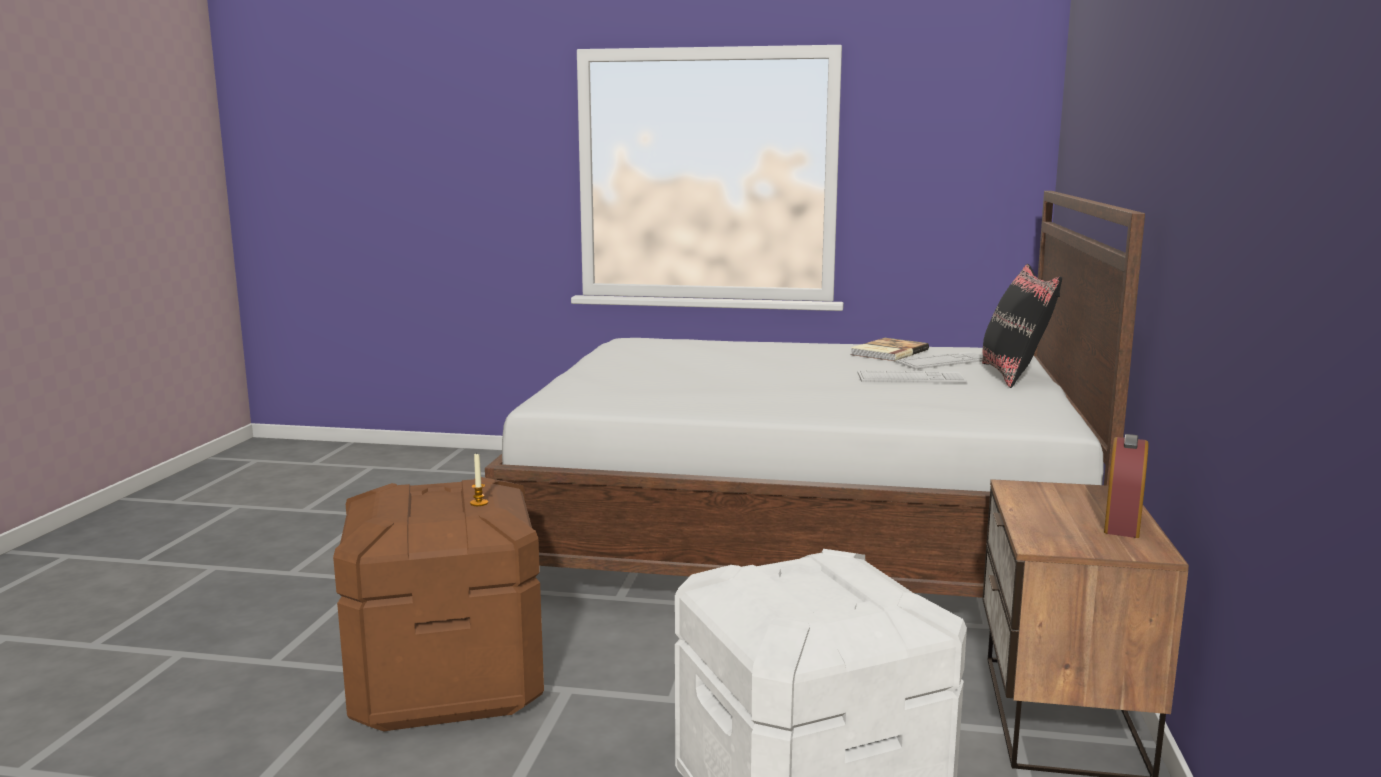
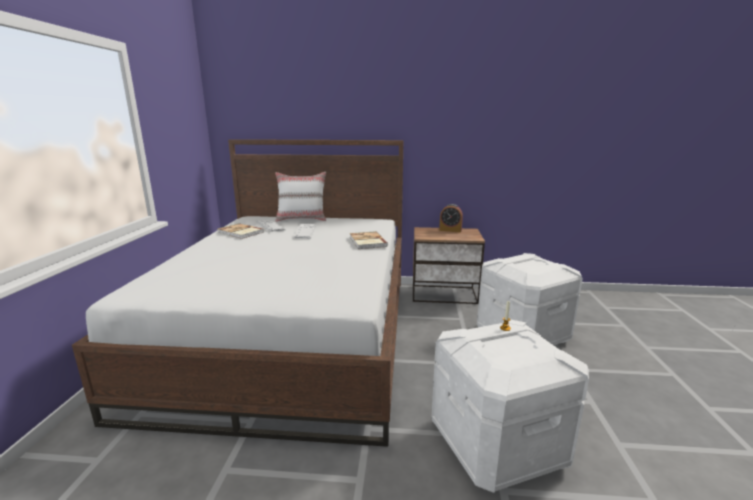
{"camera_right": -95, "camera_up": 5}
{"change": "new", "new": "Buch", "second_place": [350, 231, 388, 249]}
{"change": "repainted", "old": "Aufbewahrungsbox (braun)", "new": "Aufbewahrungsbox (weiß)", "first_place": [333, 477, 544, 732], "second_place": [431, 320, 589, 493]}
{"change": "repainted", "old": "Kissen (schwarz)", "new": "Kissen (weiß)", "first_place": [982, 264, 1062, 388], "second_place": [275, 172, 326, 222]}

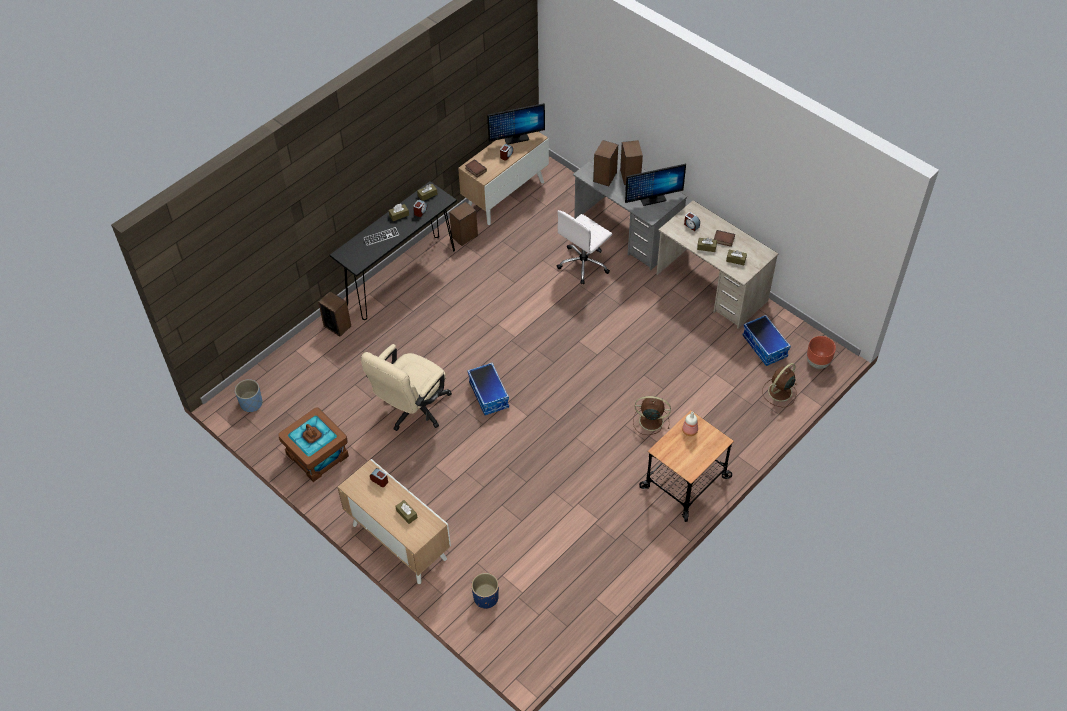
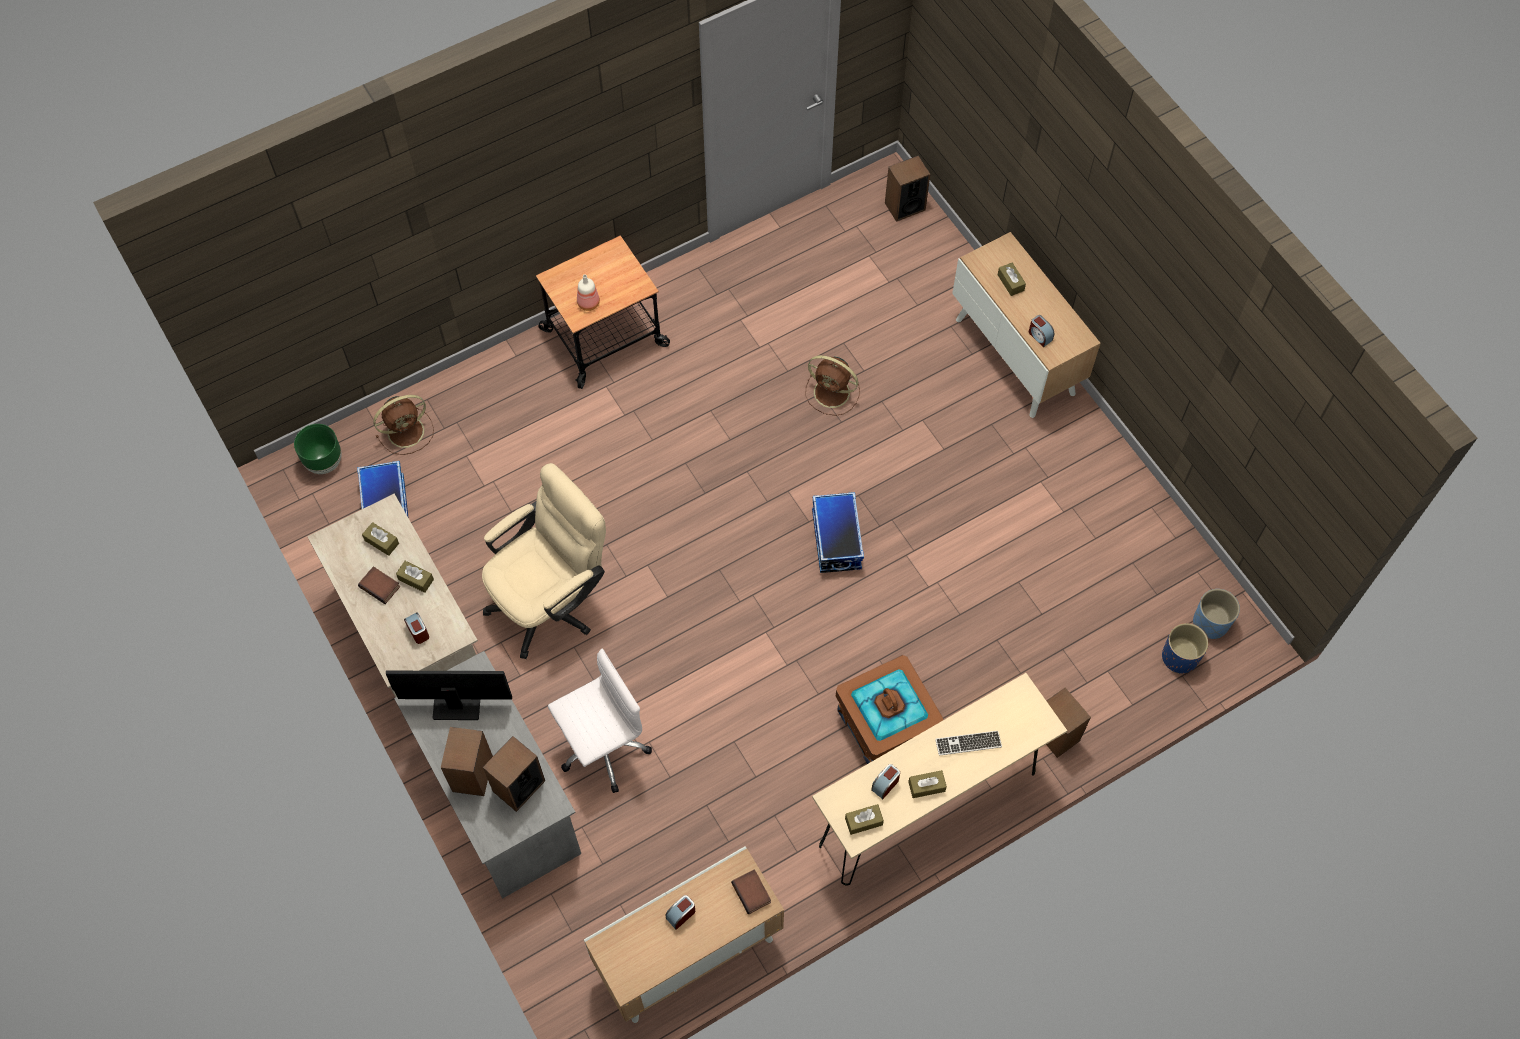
{"camera_right": -165, "camera_up": 10}
{"change": "gone", "old": "Monitor", "first_place": [487, 103, 545, 145]}
{"change": "shifted", "old": "Aufbewahrungsbox (braun)", "first_place": [278, 408, 349, 482], "second_place": [836, 655, 943, 764]}
{"change": "shifted", "old": "Bürostuhl (beige)", "first_place": [361, 344, 452, 431], "second_place": [482, 463, 606, 659]}
{"change": "shifted", "old": "Lautsprecher", "first_place": [449, 202, 478, 246], "second_place": [885, 155, 930, 222]}
{"change": "shifted", "old": "Pflanzkübel (blau)", "first_place": [471, 573, 499, 609], "second_place": [1162, 623, 1209, 674]}
{"change": "shifted", "old": "Ventilator (braun)", "first_place": [633, 396, 671, 435], "second_place": [805, 356, 860, 416]}
{"change": "repainted", "old": "Konsolentisch (schwarz)", "new": "Konsolentisch (beige)", "first_place": [330, 181, 457, 320], "second_place": [812, 673, 1067, 886]}
{"change": "repainted", "old": "Pflanzkübel (braun)", "new": "Pflanzkübel (grün)", "first_place": [807, 336, 836, 369], "second_place": [294, 424, 341, 474]}

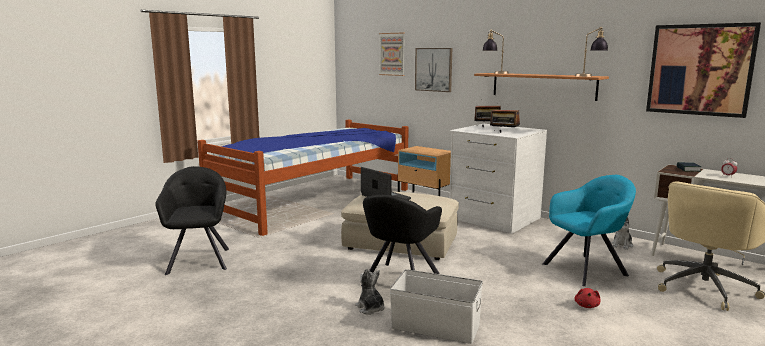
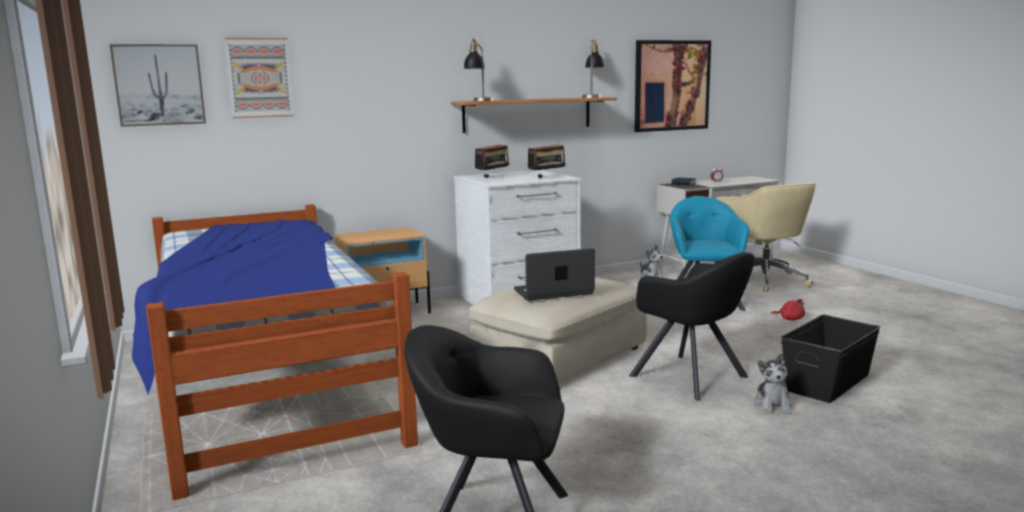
{"camera_right": -65, "camera_up": 0}
{"change": "shifted", "old": "Bild", "first_place": [415, 48, 452, 92], "second_place": [110, 44, 206, 127]}
{"change": "repainted", "old": "Aufbewahrungsbox (weiß)", "new": "Aufbewahrungsbox (schwarz)", "first_place": [390, 269, 483, 344], "second_place": [781, 315, 880, 403]}
{"change": "rotated", "old": "Plüschtier", "first_place": [355, 268, 385, 315], "second_place": [754, 354, 791, 414], "degrees": -75}

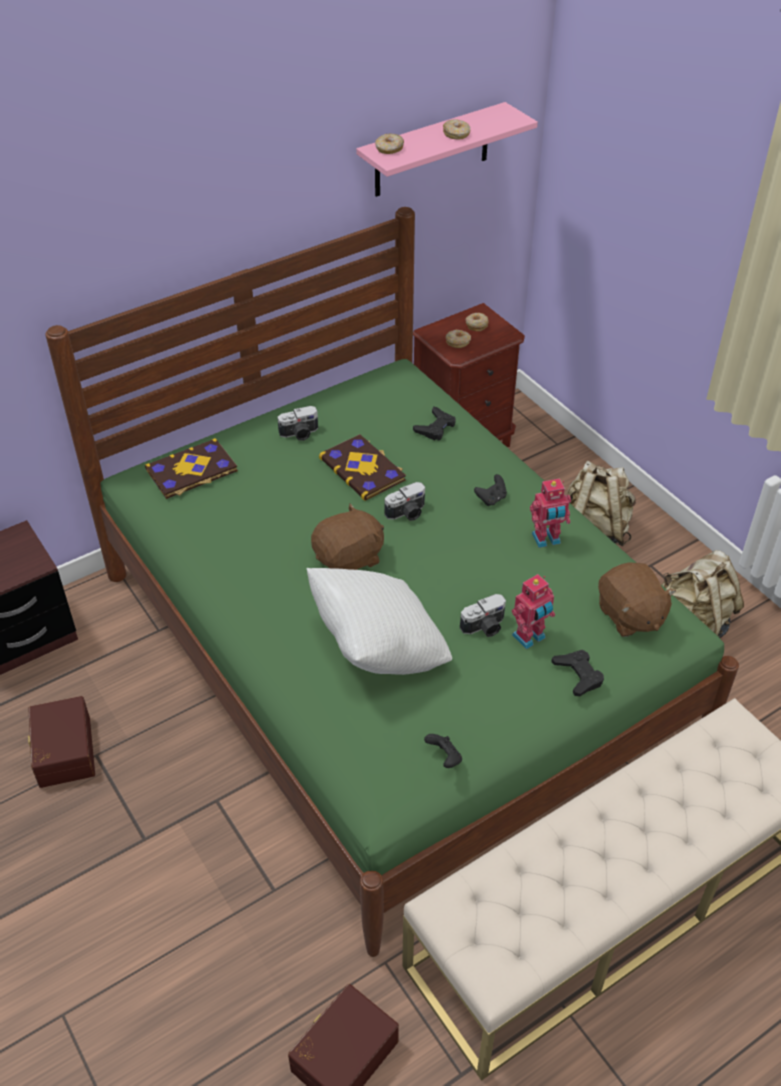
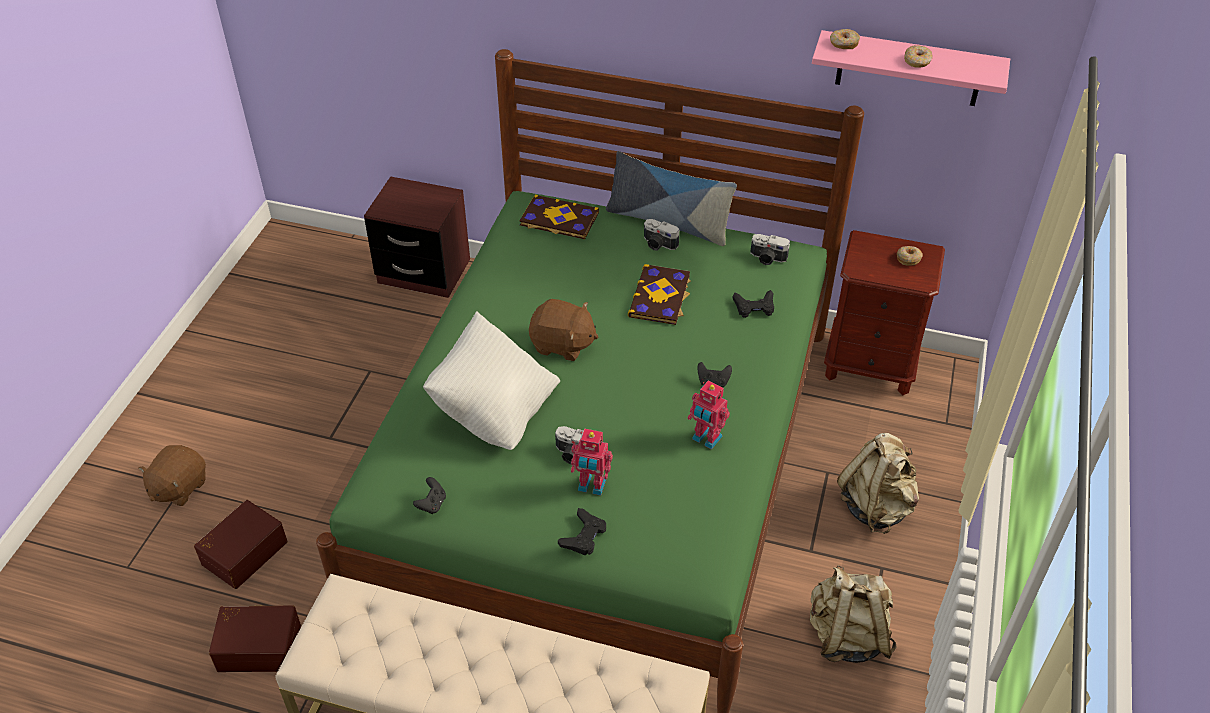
{"camera_right": 50, "camera_up": 0}
{"change": "gone", "old": "Donut", "first_place": [446, 330, 471, 348]}
{"change": "new", "new": "Kissen", "second_place": [606, 151, 737, 246]}
{"change": "shifted", "old": "Aufbewahrungsbox (braun)", "first_place": [28, 696, 95, 788], "second_place": [194, 500, 288, 589]}
{"change": "shifted", "old": "Kamera", "first_place": [384, 482, 425, 521], "second_place": [750, 234, 790, 265]}
{"change": "shifted", "old": "Plüschtier (braun)", "first_place": [598, 563, 676, 637], "second_place": [138, 445, 206, 506]}

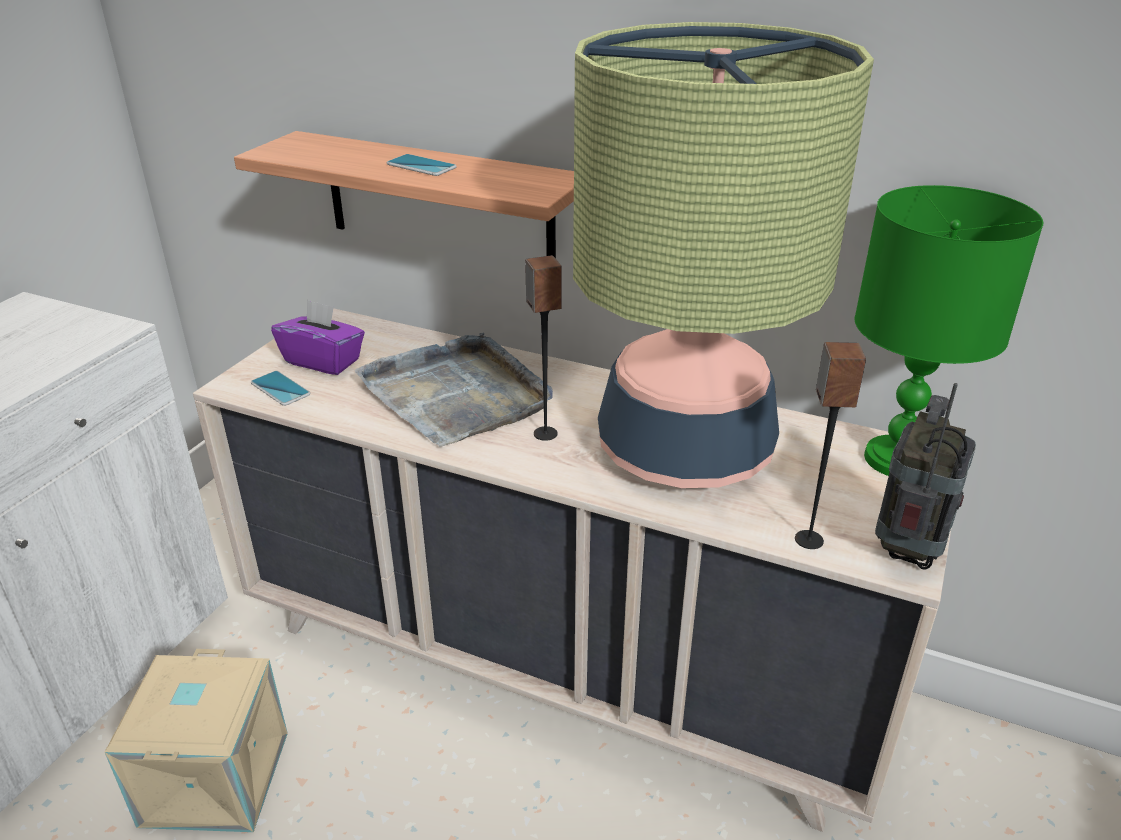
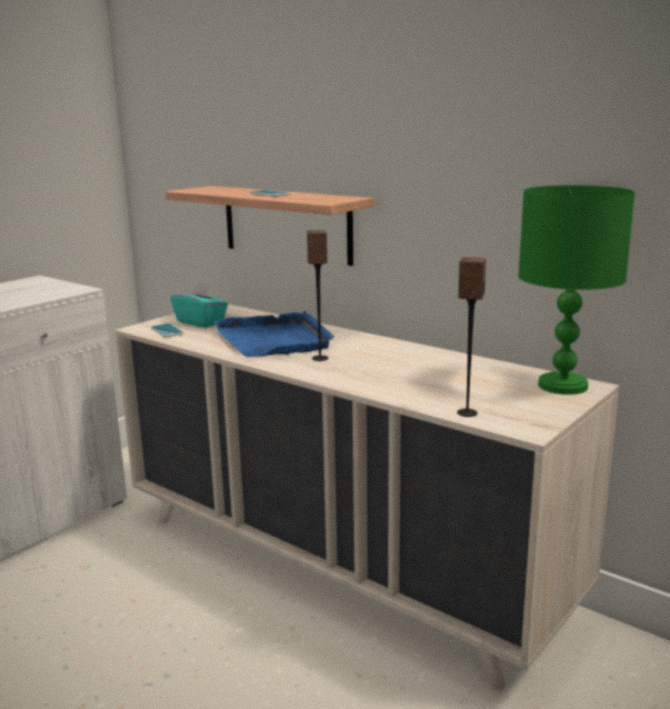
{"camera_right": 15, "camera_up": -15}
{"change": "gone", "old": "Aufbewahrungsbox (beige)", "first_place": [105, 649, 288, 832]}
{"change": "gone", "old": "Tischlampe", "first_place": [573, 22, 874, 488]}
{"change": "gone", "old": "Radio", "first_place": [875, 383, 976, 570]}
{"change": "repainted", "old": "Taschentuchbox (lila)", "new": "Taschentuchbox (türkis)", "first_place": [271, 299, 365, 375], "second_place": [170, 281, 228, 328]}
{"change": "repainted", "old": "Tablett (grau)", "new": "Tablett (blau)", "first_place": [355, 333, 553, 446], "second_place": [214, 311, 334, 357]}

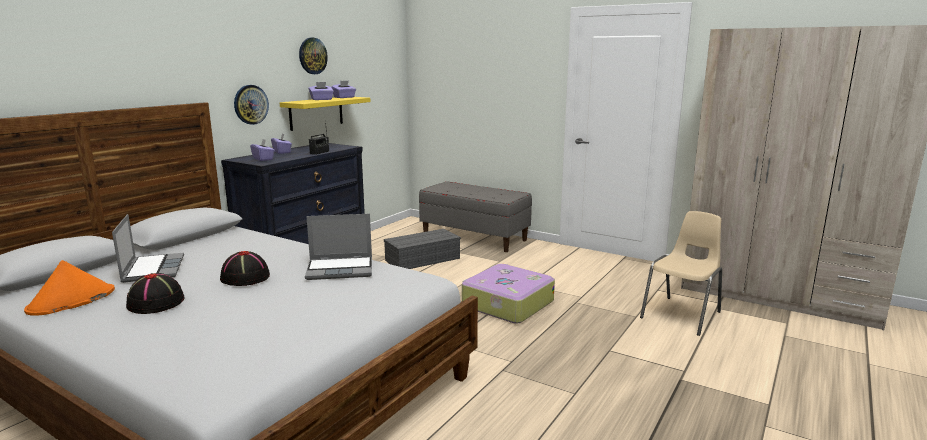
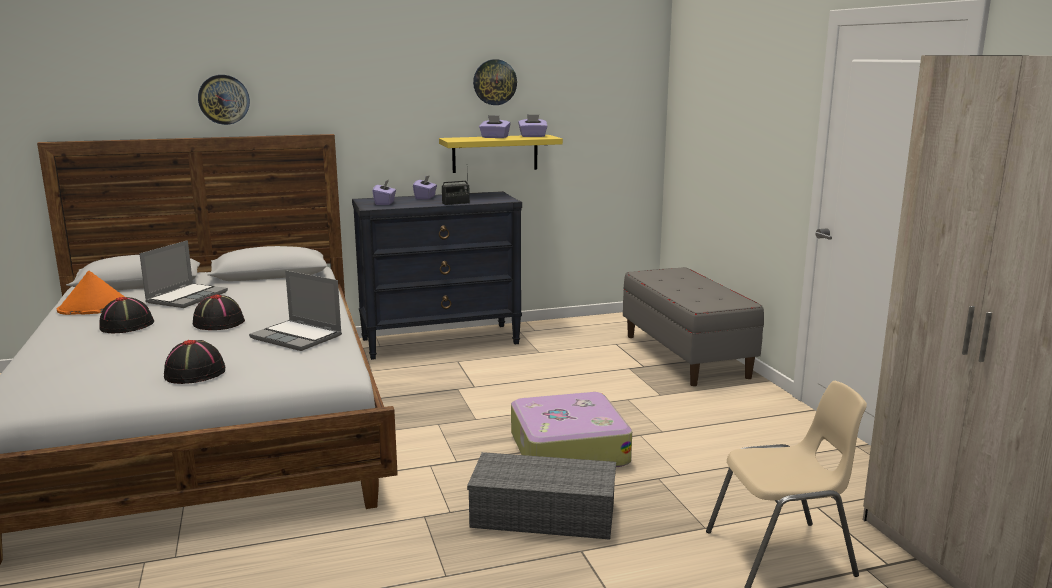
{"camera_right": 40, "camera_up": 0}
{"change": "new", "new": "Hut (schwarz)", "second_place": [164, 340, 225, 384]}
{"change": "shifted", "old": "Wanduhr", "first_place": [234, 85, 269, 125], "second_place": [198, 75, 250, 125]}
{"change": "shifted", "old": "Aufbewahrungsbox (grau)", "first_place": [384, 229, 461, 269], "second_place": [467, 452, 616, 540]}

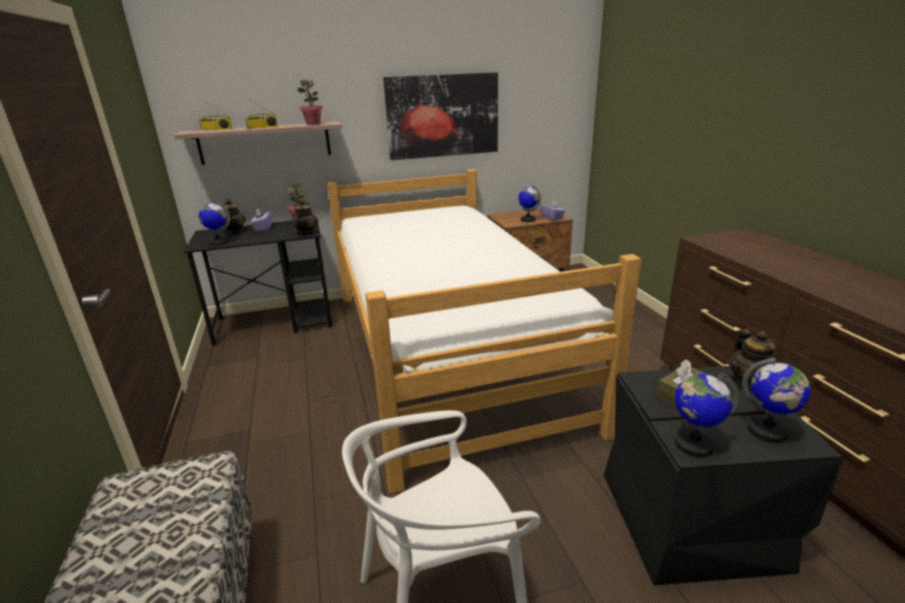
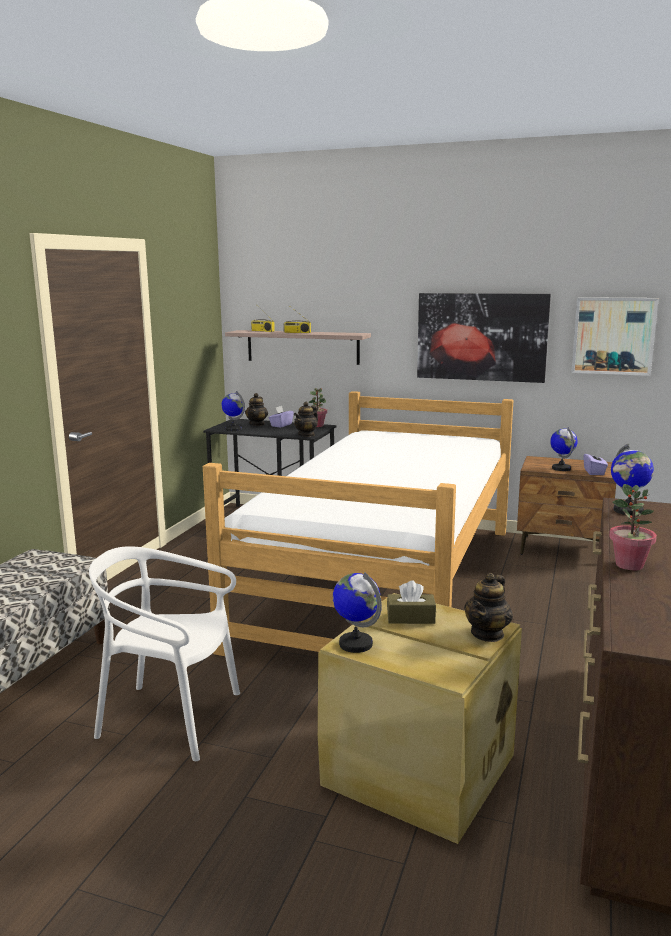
{"camera_right": 35, "camera_up": -10}
{"change": "new", "new": "Bild", "second_place": [571, 297, 659, 376]}
{"change": "shifted", "old": "Topfpflanze", "first_place": [297, 80, 323, 125], "second_place": [609, 484, 657, 570]}
{"change": "shifted", "old": "Globus", "first_place": [742, 357, 811, 443], "second_place": [611, 443, 654, 516]}
{"change": "repainted", "old": "Aufbewahrungsbox (schwarz)", "new": "Aufbewahrungsbox (beige)", "first_place": [604, 366, 843, 585], "second_place": [318, 593, 522, 844]}

